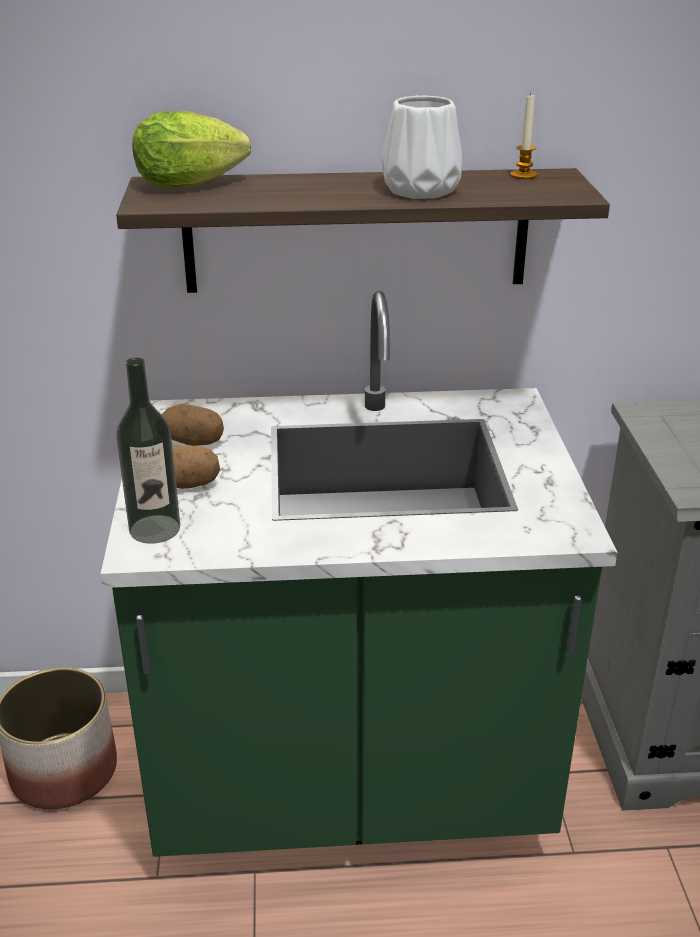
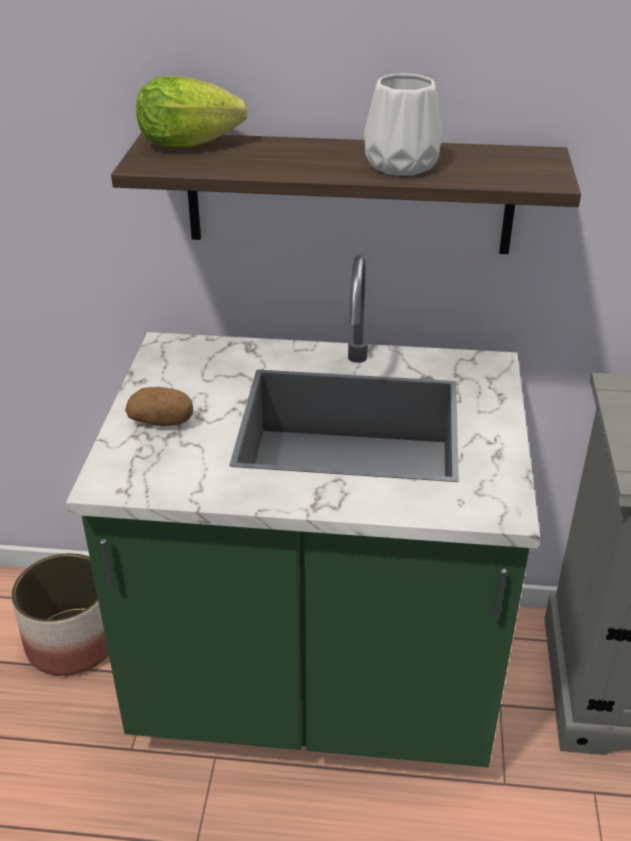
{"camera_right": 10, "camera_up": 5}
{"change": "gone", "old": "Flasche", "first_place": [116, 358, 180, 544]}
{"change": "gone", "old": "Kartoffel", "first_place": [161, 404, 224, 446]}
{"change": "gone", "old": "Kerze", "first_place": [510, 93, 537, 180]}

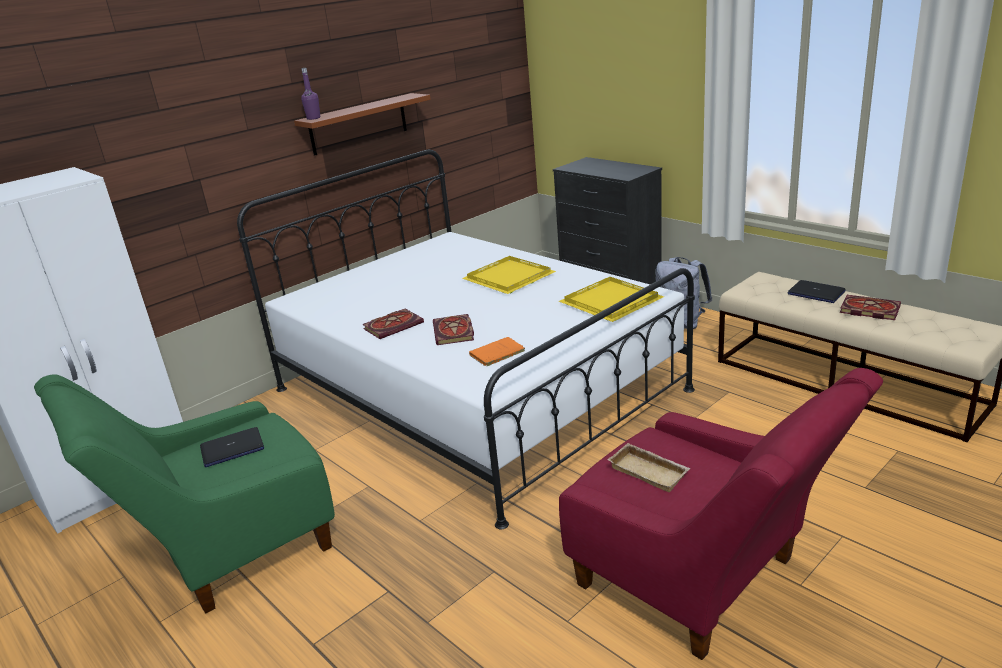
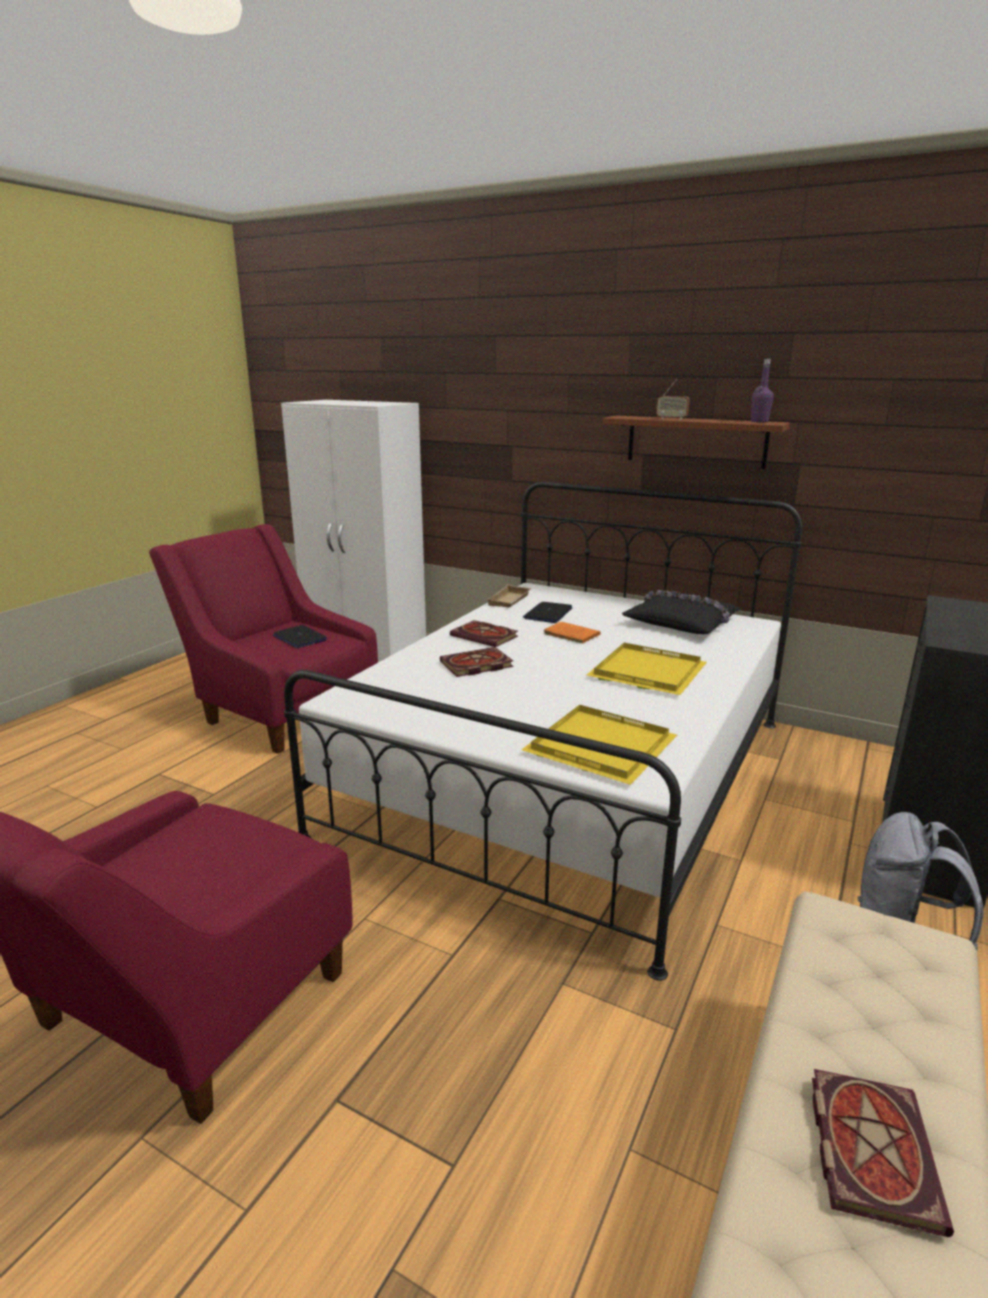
{"camera_right": 70, "camera_up": -5}
{"change": "new", "new": "Kissen (schwarz)", "second_place": [622, 590, 741, 634]}
{"change": "new", "new": "Radio", "second_place": [656, 379, 689, 420]}
{"change": "shifted", "old": "Flasche (lila)", "first_place": [301, 68, 321, 120], "second_place": [751, 359, 774, 423]}
{"change": "shifted", "old": "Buch (orange)", "first_place": [469, 337, 525, 367], "second_place": [542, 622, 601, 644]}
{"change": "shifted", "old": "Tablett (beige)", "first_place": [607, 443, 690, 492], "second_place": [488, 584, 531, 607]}
{"change": "shifted", "old": "Laptop", "first_place": [788, 280, 846, 303], "second_place": [523, 602, 573, 623]}
{"change": "repainted", "old": "Sessel (grün)", "new": "Sessel (rot)", "first_place": [34, 374, 335, 613], "second_place": [149, 524, 378, 754]}

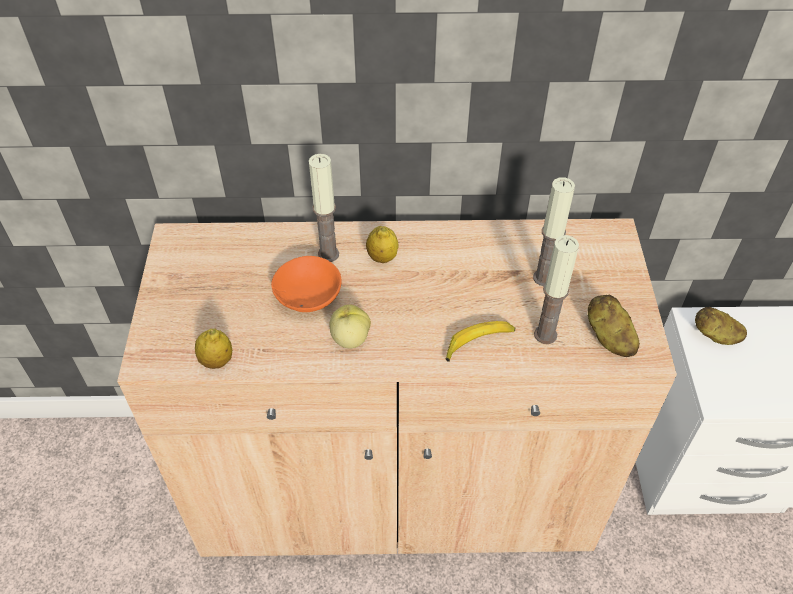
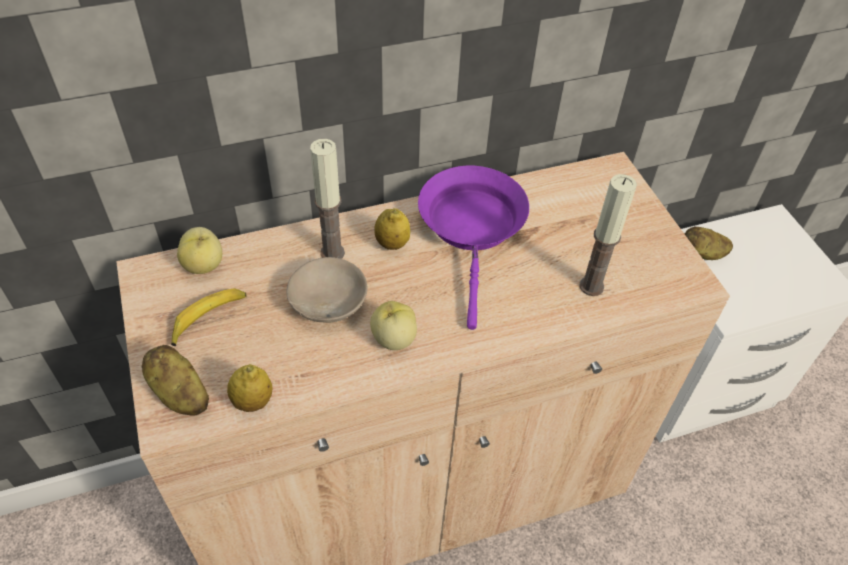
{"camera_right": -20, "camera_up": 0}
{"change": "gone", "old": "Kerze", "first_place": [533, 177, 575, 286]}
{"change": "new", "new": "Apfel", "second_place": [177, 227, 222, 274]}
{"change": "new", "new": "Pfanne (lila)", "second_place": [418, 166, 529, 330]}
{"change": "shifted", "old": "Banane", "first_place": [446, 321, 515, 362], "second_place": [171, 288, 246, 346]}
{"change": "shifted", "old": "Kartoffel", "first_place": [588, 295, 640, 357], "second_place": [142, 345, 209, 415]}
{"change": "repainted", "old": "Schüssel (orange)", "new": "Schüssel (beige)", "first_place": [271, 256, 341, 312], "second_place": [286, 257, 368, 323]}

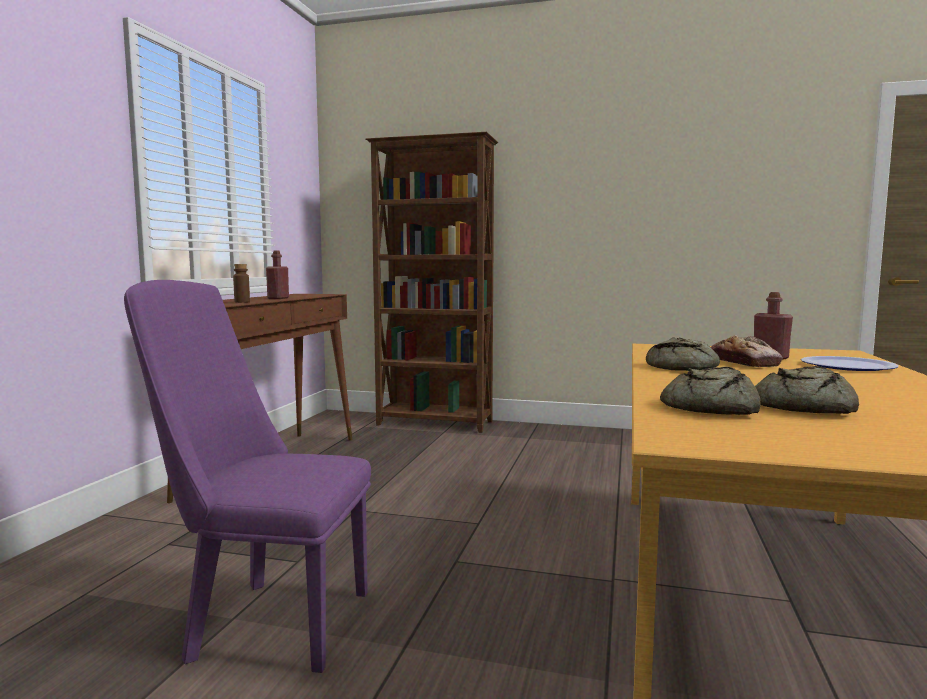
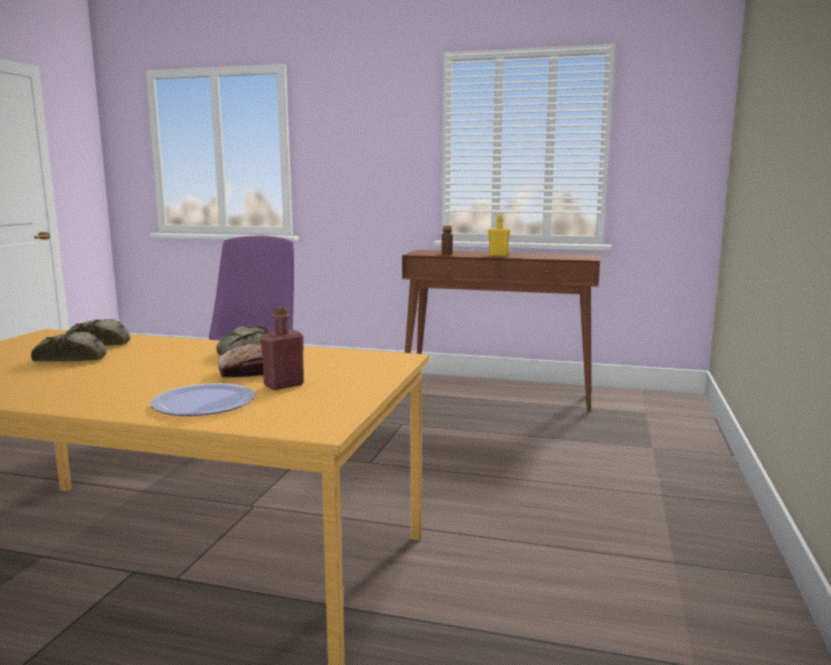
{"camera_right": 90, "camera_up": 5}
{"change": "gone", "old": "Bücherregal (braun)", "first_place": [366, 132, 498, 433]}
{"change": "repainted", "old": "Flasche (rot)", "new": "Flasche (gelb)", "first_place": [266, 250, 289, 299], "second_place": [489, 215, 510, 256]}

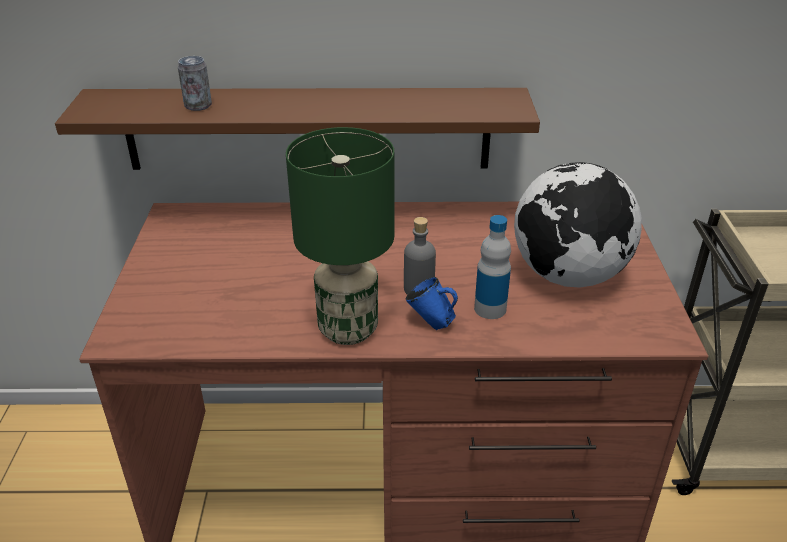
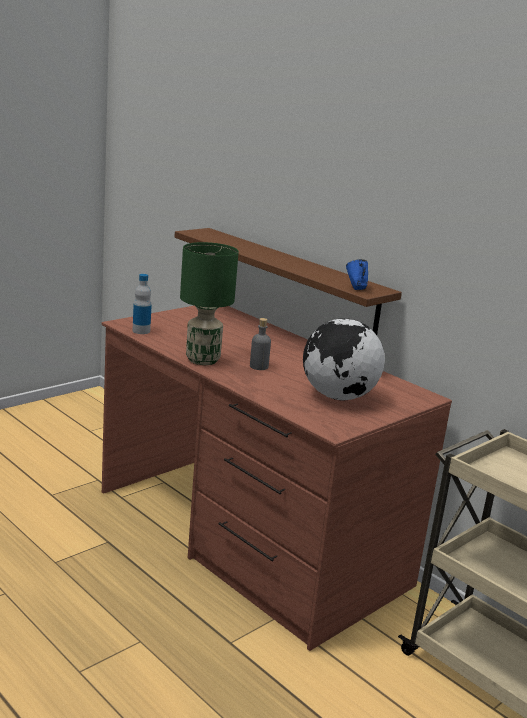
{"camera_right": 45, "camera_up": -15}
{"change": "gone", "old": "Dose", "first_place": [178, 56, 212, 111]}
{"change": "shifted", "old": "Henkelbecher (blau)", "first_place": [406, 277, 458, 330], "second_place": [346, 259, 368, 290]}
{"change": "shifted", "old": "Flasche", "first_place": [474, 215, 511, 319], "second_place": [133, 274, 152, 334]}

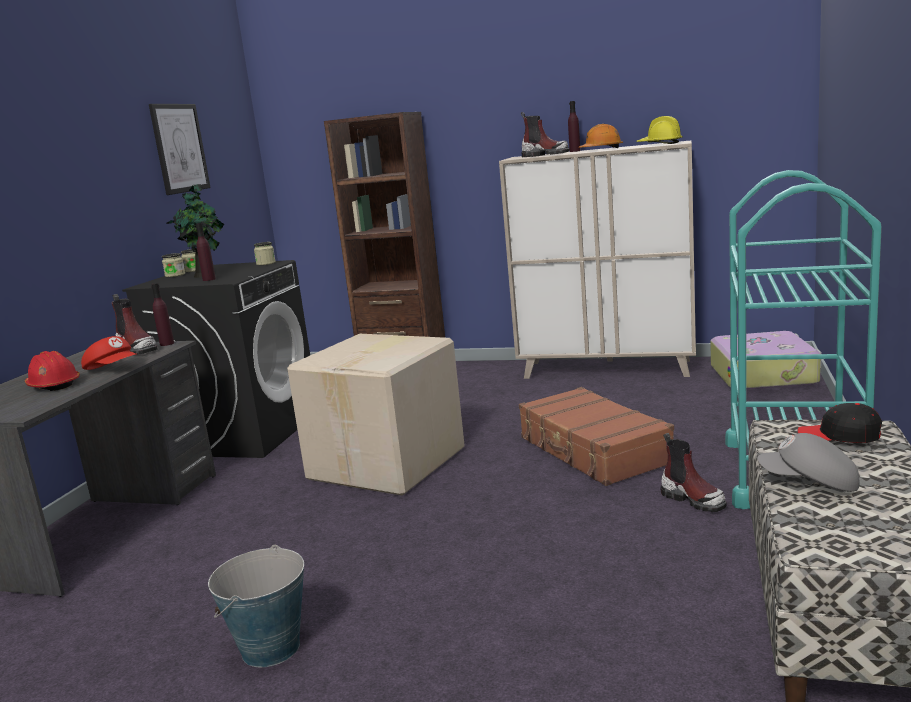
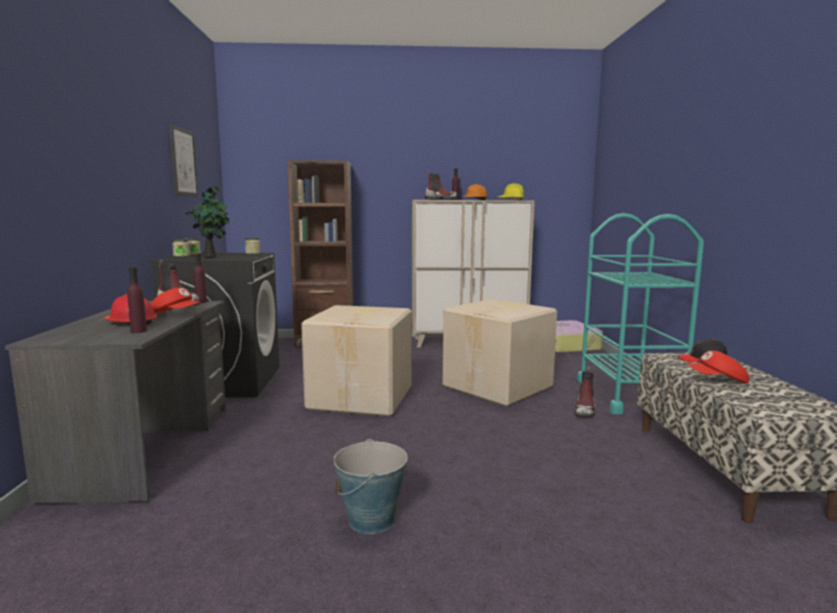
{"camera_right": -20, "camera_up": -5}
{"change": "shifted", "old": "Flasche (lila)", "first_place": [196, 223, 216, 281], "second_place": [127, 267, 147, 333]}
{"change": "swapped", "old": "Koffer (braun)", "new": "Karton", "first_place": [519, 387, 674, 486], "second_place": [443, 299, 557, 407]}
{"change": "repainted", "old": "Kappe (grau)", "new": "Kappe (rot)", "first_place": [757, 433, 859, 492], "second_place": [687, 351, 749, 384]}
{"change": "rotated", "old": "Stiefel", "first_place": [660, 433, 726, 512], "second_place": [574, 367, 595, 418], "degrees": 75}

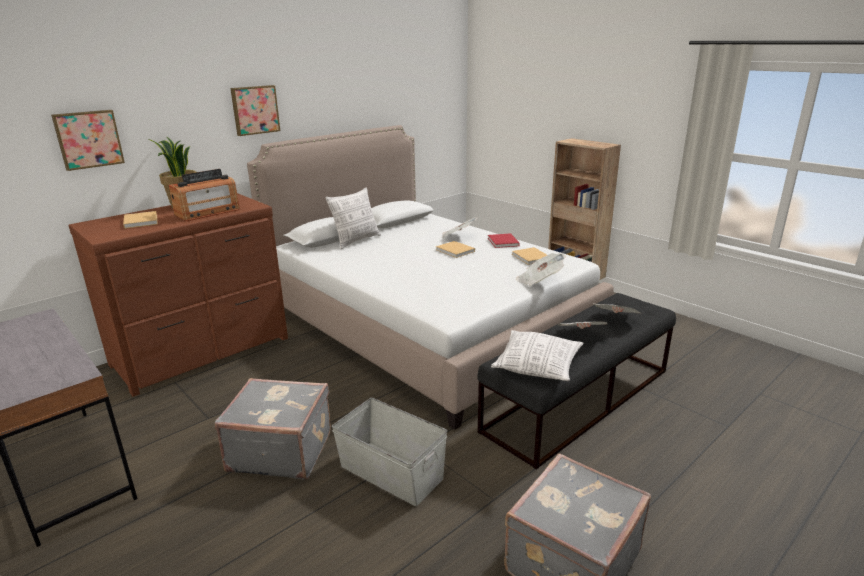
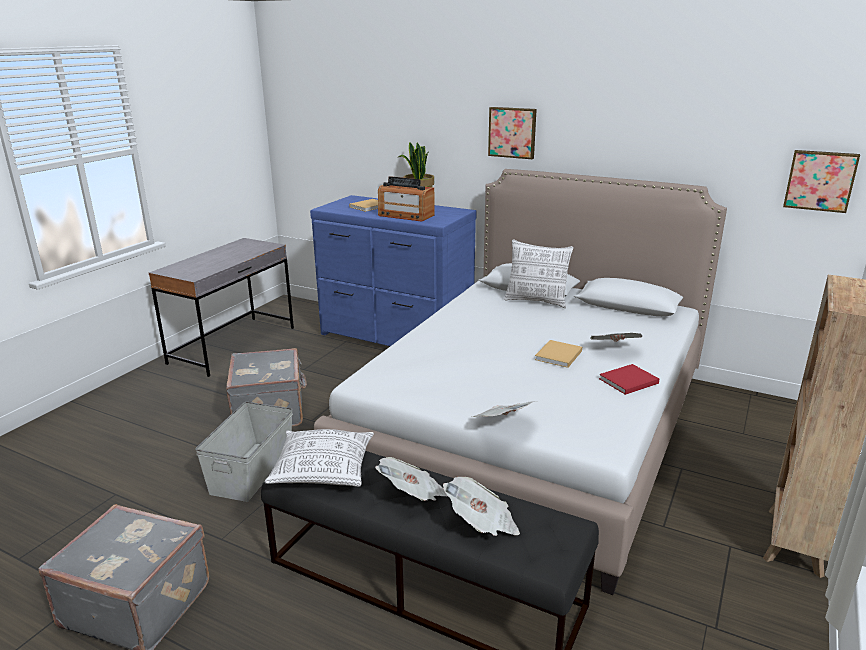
{"camera_right": 70, "camera_up": 0}
{"change": "gone", "old": "Buch (beige)", "first_place": [512, 247, 547, 265]}
{"change": "shifted", "old": "Bild", "first_place": [51, 110, 125, 171], "second_place": [783, 150, 860, 213]}
{"change": "repainted", "old": "Kommode (braun)", "new": "Kommode (blau)", "first_place": [69, 193, 288, 397], "second_place": [310, 195, 477, 346]}

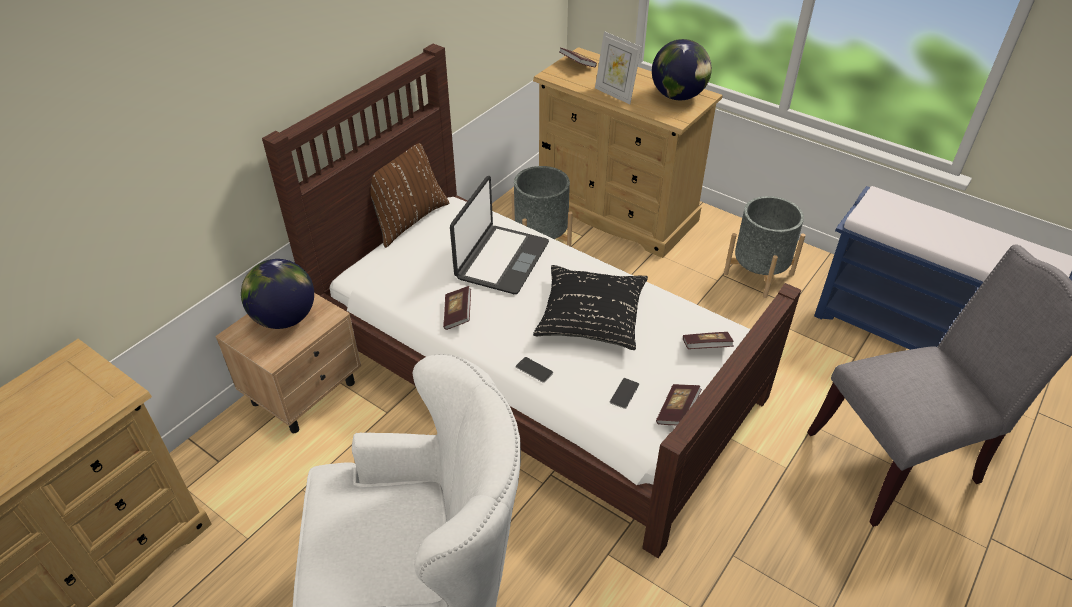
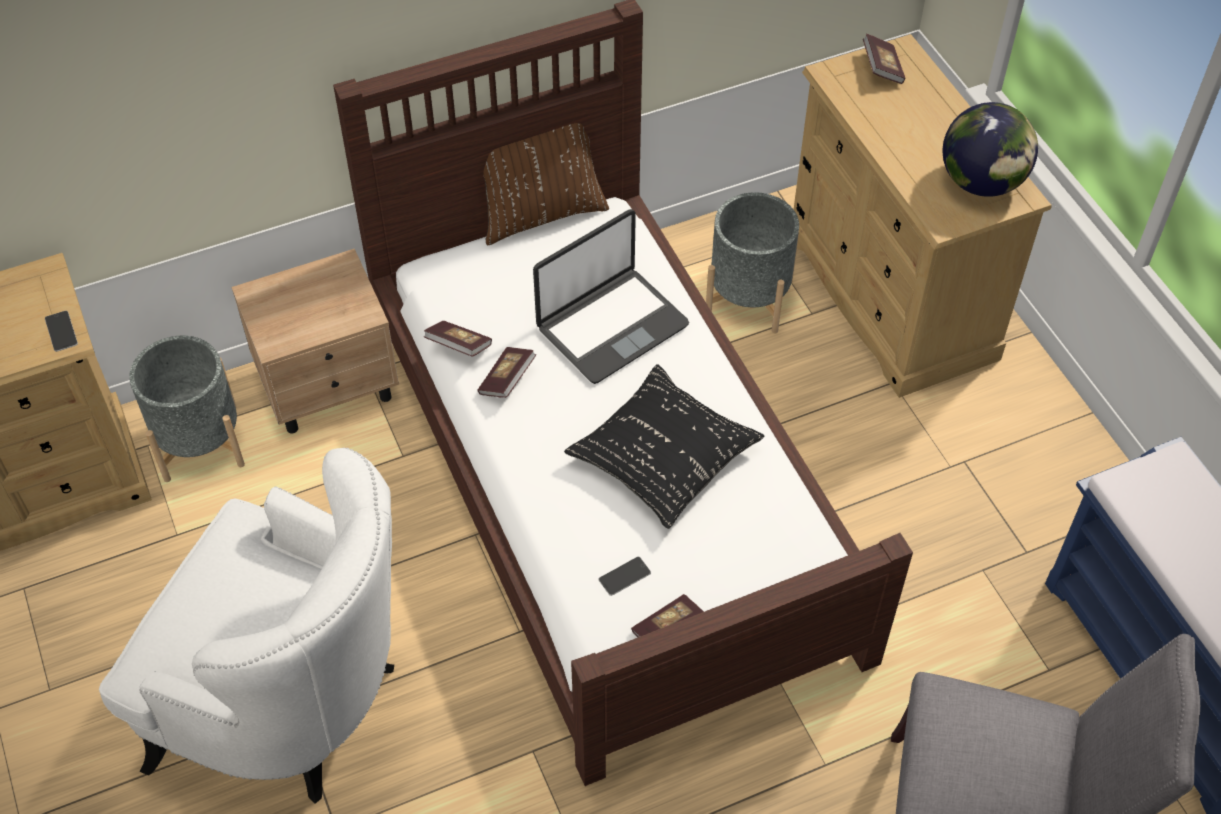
{"camera_right": 30, "camera_up": 10}
{"change": "gone", "old": "Globus", "first_place": [241, 259, 314, 329]}
{"change": "gone", "old": "Bilderrahmen", "first_place": [595, 31, 641, 104]}
{"change": "shifted", "old": "Handy", "first_place": [516, 357, 553, 383], "second_place": [45, 311, 78, 352]}
{"change": "shifted", "old": "Buch", "first_place": [683, 332, 733, 349], "second_place": [424, 321, 492, 357]}
{"change": "shifted", "old": "Pflanzkübel (grau)", "first_place": [724, 196, 806, 298], "second_place": [129, 336, 245, 482]}

